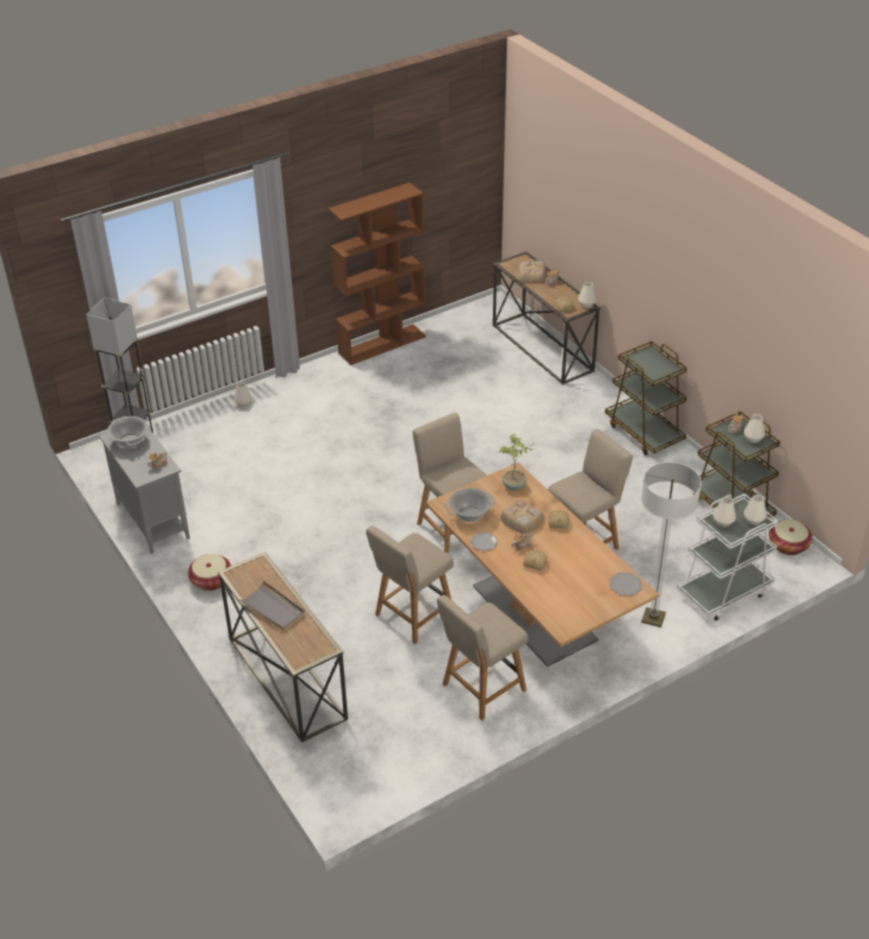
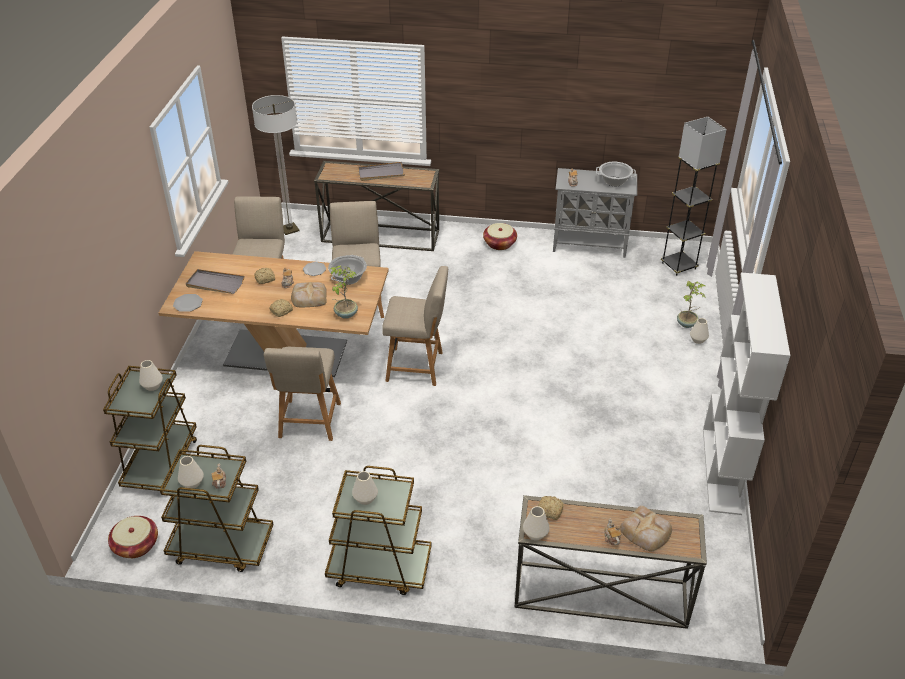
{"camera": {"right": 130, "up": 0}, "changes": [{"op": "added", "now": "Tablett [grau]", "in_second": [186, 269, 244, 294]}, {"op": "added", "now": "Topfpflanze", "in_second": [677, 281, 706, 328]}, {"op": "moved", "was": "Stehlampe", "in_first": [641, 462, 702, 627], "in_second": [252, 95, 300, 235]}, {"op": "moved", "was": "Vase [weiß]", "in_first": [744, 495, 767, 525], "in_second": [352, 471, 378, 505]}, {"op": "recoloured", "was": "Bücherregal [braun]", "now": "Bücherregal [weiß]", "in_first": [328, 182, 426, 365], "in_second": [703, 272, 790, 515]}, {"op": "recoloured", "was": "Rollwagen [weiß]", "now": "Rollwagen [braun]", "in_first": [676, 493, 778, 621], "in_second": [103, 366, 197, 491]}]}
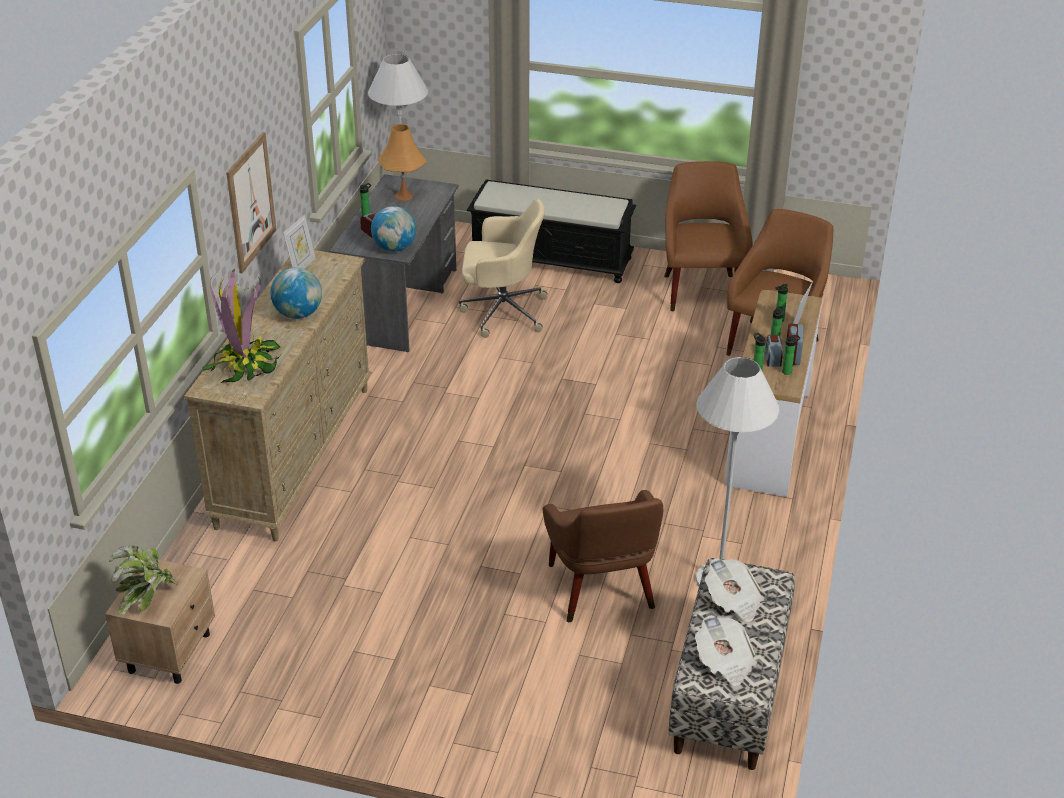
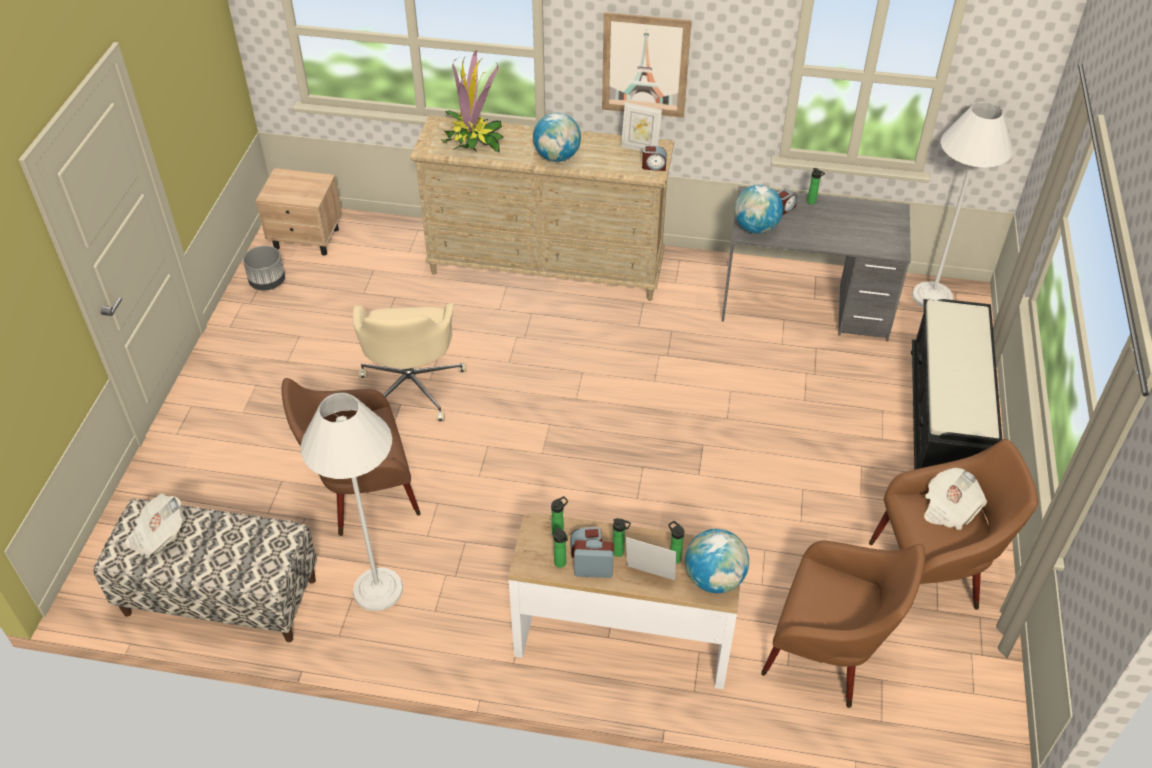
{"camera": {"right": 85, "up": 10}, "changes": [{"op": "removed", "was": "Topfpflanze", "in_first": [109, 545, 178, 614]}, {"op": "removed", "was": "Tischlampe [orange]", "in_first": [378, 124, 427, 201]}, {"op": "added", "now": "Pflanzkübel [grau]", "in_second": [243, 246, 285, 291]}, {"op": "added", "now": "Wecker", "in_second": [642, 145, 667, 171]}, {"op": "added", "now": "Globus", "in_second": [685, 529, 749, 593]}, {"op": "moved", "was": "Bürostuhl [beige]", "in_first": [459, 199, 547, 338], "in_second": [353, 303, 466, 421]}, {"op": "moved", "was": "Zeitung", "in_first": [705, 558, 764, 622], "in_second": [924, 468, 987, 530]}]}
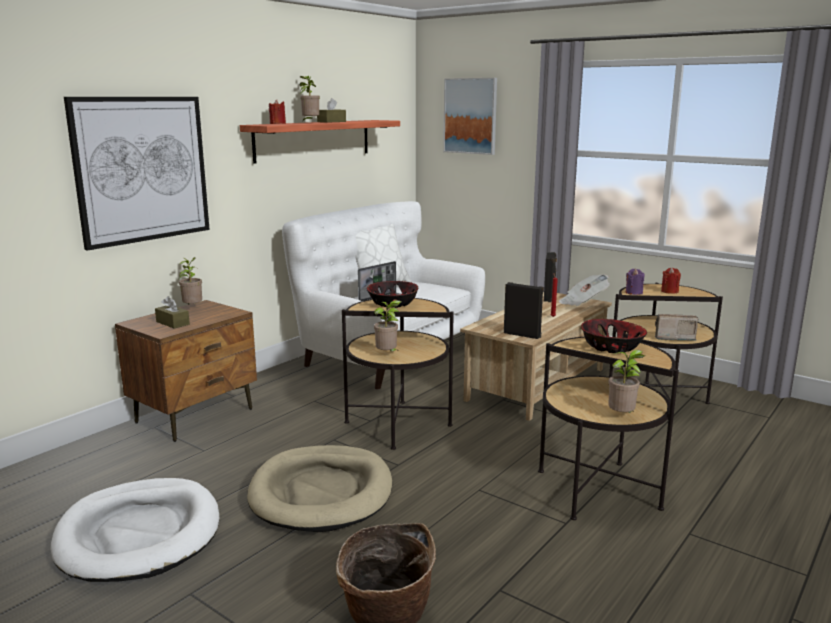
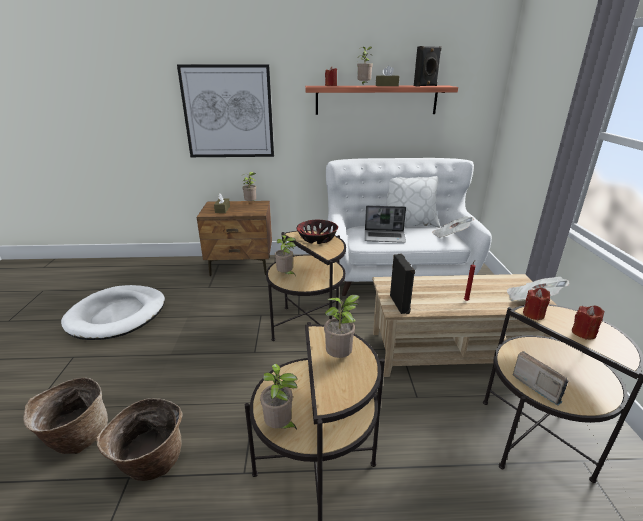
{"camera": {"right": 50, "up": 10}, "changes": [{"op": "removed", "was": "Hundebett [beige]", "in_first": [247, 445, 392, 532]}, {"op": "removed", "was": "Bild", "in_first": [443, 78, 497, 155]}, {"op": "added", "now": "Korb", "in_second": [97, 398, 183, 481]}, {"op": "added", "now": "Zeitung", "in_second": [432, 216, 474, 238]}, {"op": "moved", "was": "Lautsprecher [schwarz]", "in_first": [544, 252, 557, 302], "in_second": [414, 46, 442, 87]}, {"op": "replaced", "was": "Schüssel", "now": "Topfpflanze", "in_first": [581, 319, 647, 353], "in_second": [324, 295, 360, 358]}, {"op": "recoloured", "was": "Kerze [lila]", "now": "Kerze [rot]", "in_first": [626, 268, 644, 295], "in_second": [523, 288, 550, 320]}]}
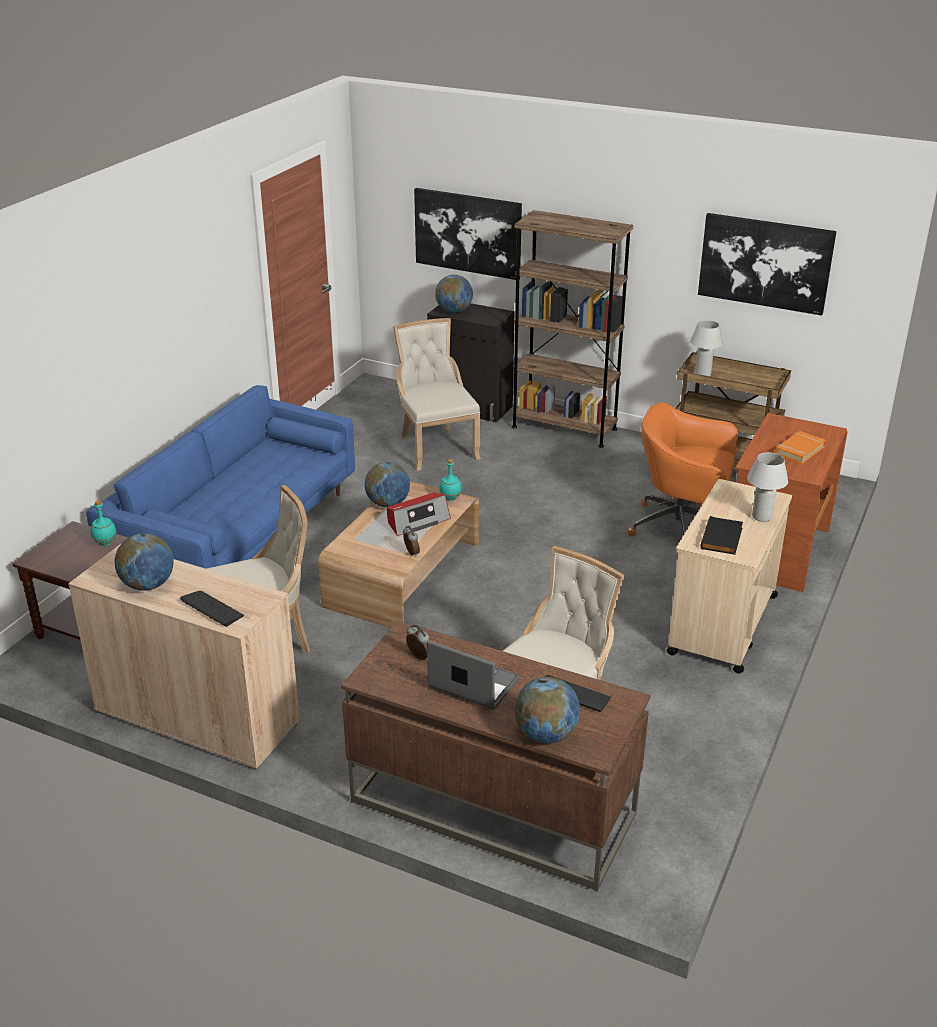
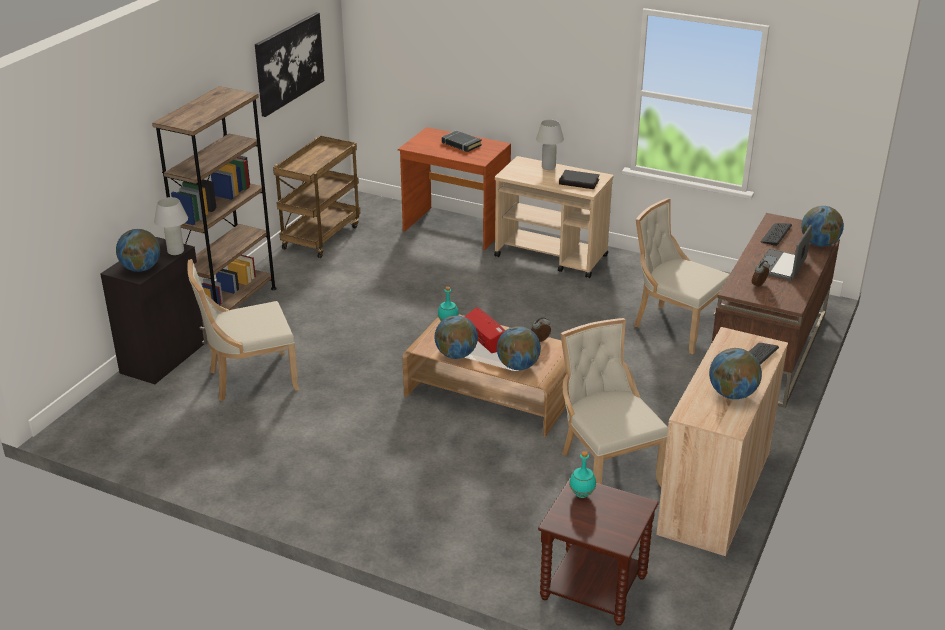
{"camera": {"right": -90, "up": 0}, "changes": [{"op": "removed", "was": "Sofa [blau]", "in_first": [86, 385, 355, 569]}, {"op": "removed", "was": "Bild", "in_first": [414, 188, 522, 280]}, {"op": "removed", "was": "Bürostuhl [orange]", "in_first": [628, 402, 738, 536]}, {"op": "added", "now": "Globus", "in_second": [497, 326, 541, 370]}, {"op": "moved", "was": "Tischlampe [weiß]", "in_first": [690, 320, 723, 376], "in_second": [154, 197, 188, 255]}, {"op": "recoloured", "was": "Buch [orange]", "now": "Buch [schwarz]", "in_first": [775, 431, 826, 464], "in_second": [442, 131, 482, 152]}]}
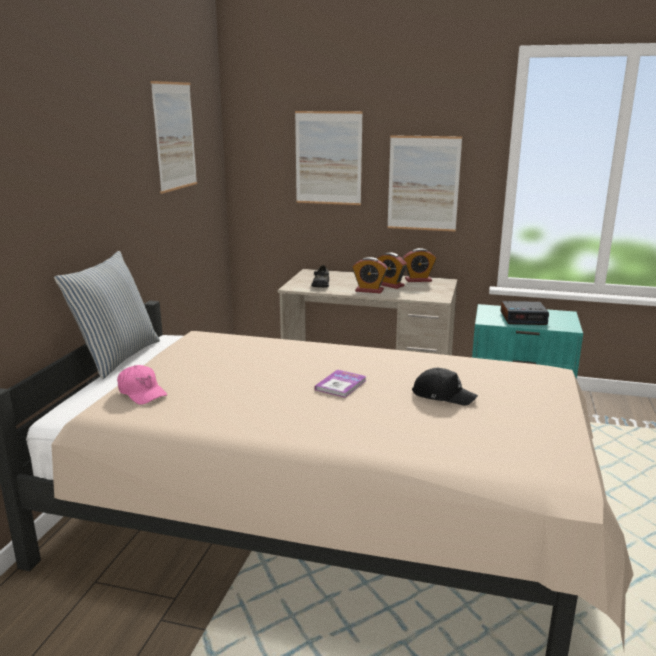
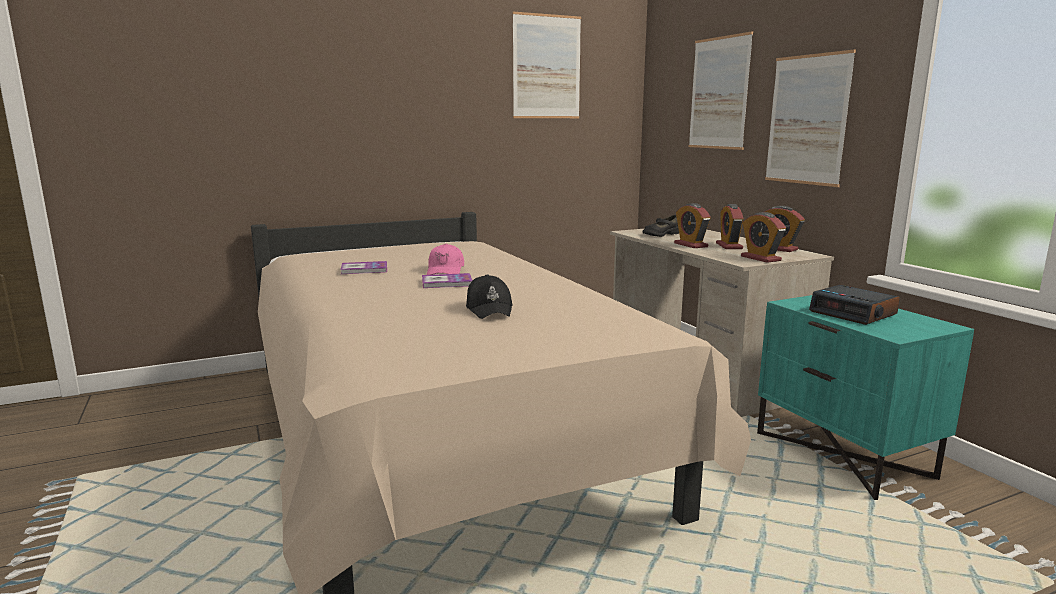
{"camera": {"right": 50, "up": -5}, "changes": [{"op": "removed", "was": "Kissen", "in_first": [54, 251, 160, 379]}, {"op": "added", "now": "Buch", "in_second": [340, 261, 387, 274]}, {"op": "added", "now": "Wecker", "in_second": [741, 212, 786, 263]}, {"op": "moved", "was": "Kappe [rosa]", "in_first": [117, 365, 167, 405], "in_second": [427, 244, 464, 275]}]}
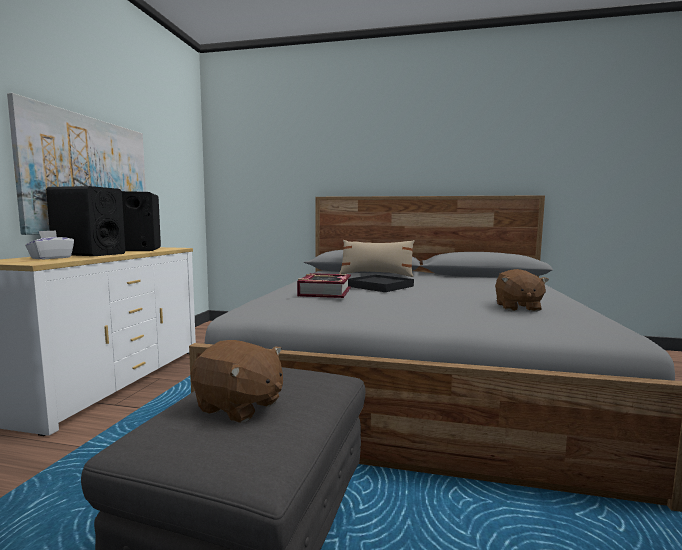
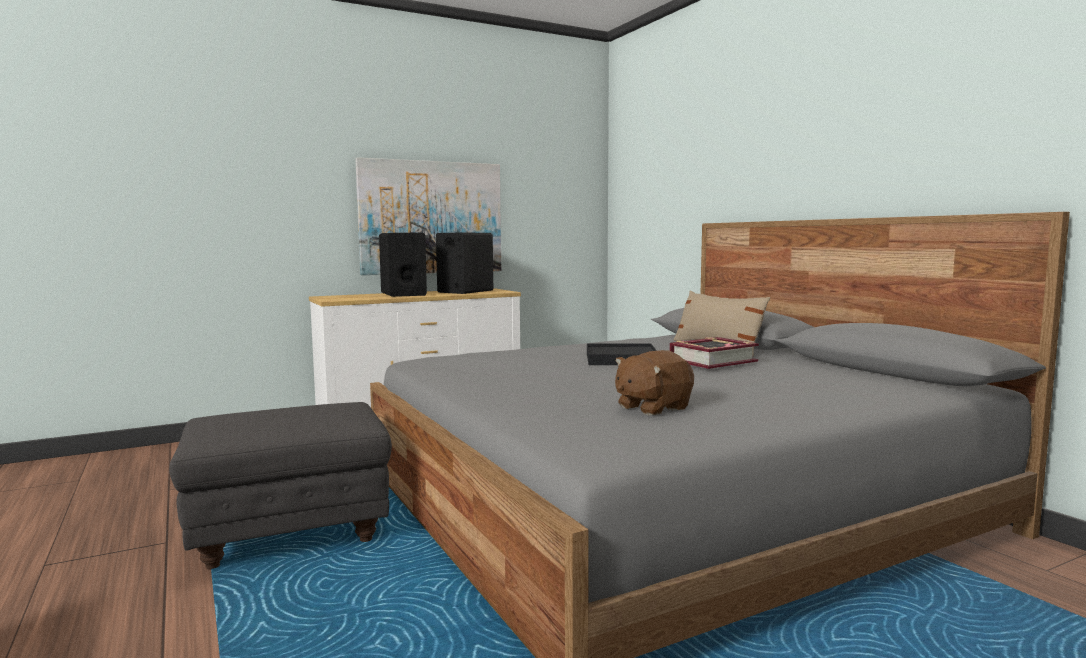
{"camera": {"right": 50, "up": 0}, "changes": [{"op": "removed", "was": "Taschentuchbox [weiß]", "in_first": [25, 230, 74, 259]}, {"op": "removed", "was": "Plüschtier [braun]", "in_first": [191, 340, 283, 423]}, {"op": "moved", "was": "Buch", "in_first": [297, 273, 351, 298], "in_second": [670, 337, 759, 369]}]}
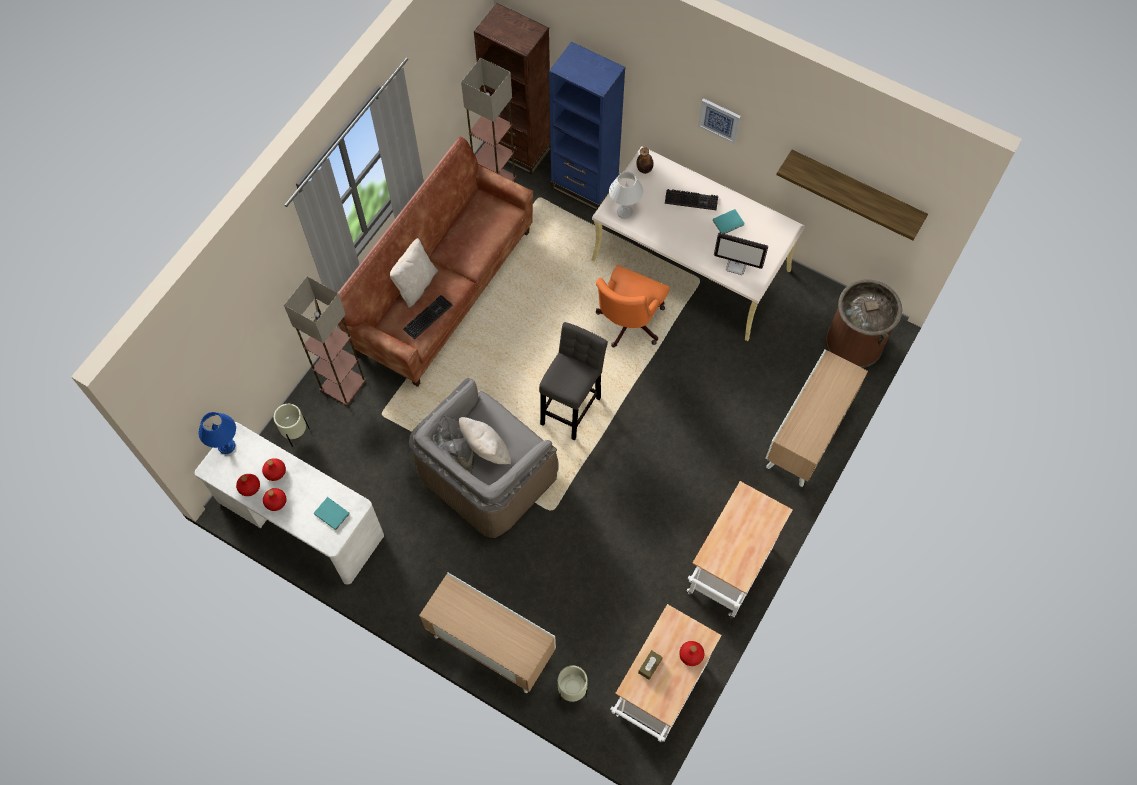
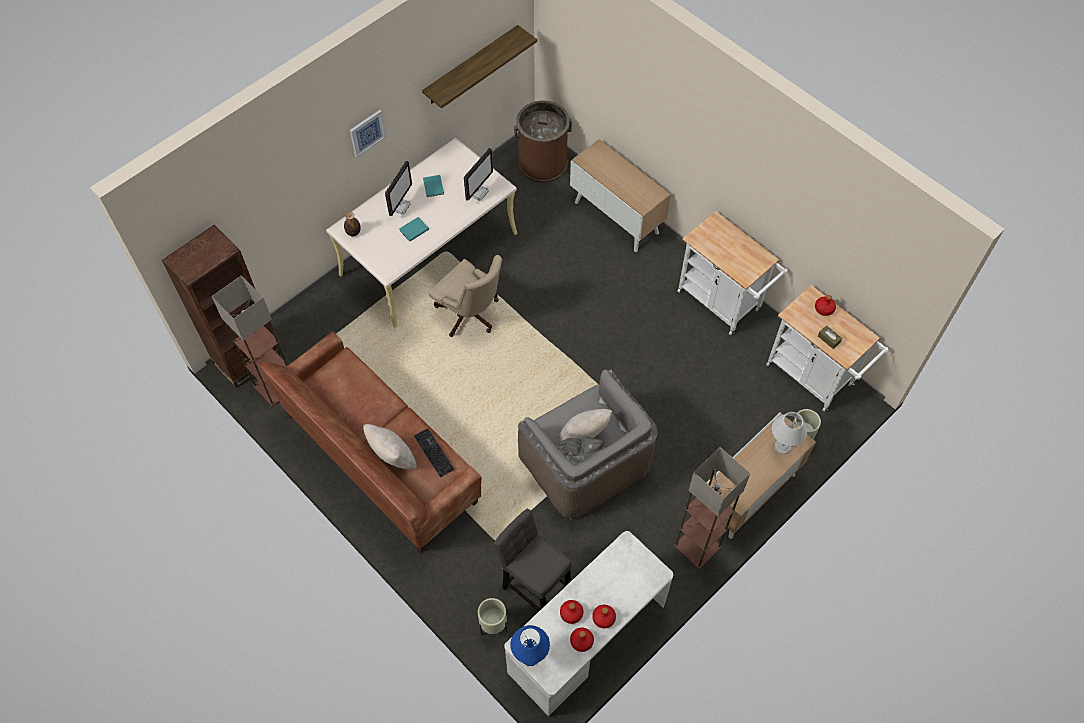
{"camera": {"right": -75, "up": -5}, "changes": [{"op": "removed", "was": "Bücherregal [blau]", "in_first": [549, 42, 626, 211]}, {"op": "moved", "was": "Stehlampe", "in_first": [284, 276, 366, 406], "in_second": [674, 447, 750, 569]}, {"op": "moved", "was": "Buch [türkis]", "in_first": [314, 497, 350, 530], "in_second": [399, 217, 429, 242]}, {"op": "moved", "was": "Hocker [grau]", "in_first": [539, 322, 608, 441], "in_second": [493, 509, 572, 611]}, {"op": "moved", "was": "Tischlampe [weiß]", "in_first": [609, 172, 643, 219], "in_second": [772, 412, 807, 454]}, {"op": "replaced", "was": "Tastatur", "now": "Monitor", "in_first": [665, 189, 718, 210], "in_second": [385, 161, 412, 216]}, {"op": "recoloured", "was": "Bürostuhl [orange]", "now": "Bürostuhl [beige]", "in_first": [596, 265, 670, 347], "in_second": [428, 255, 502, 337]}]}
